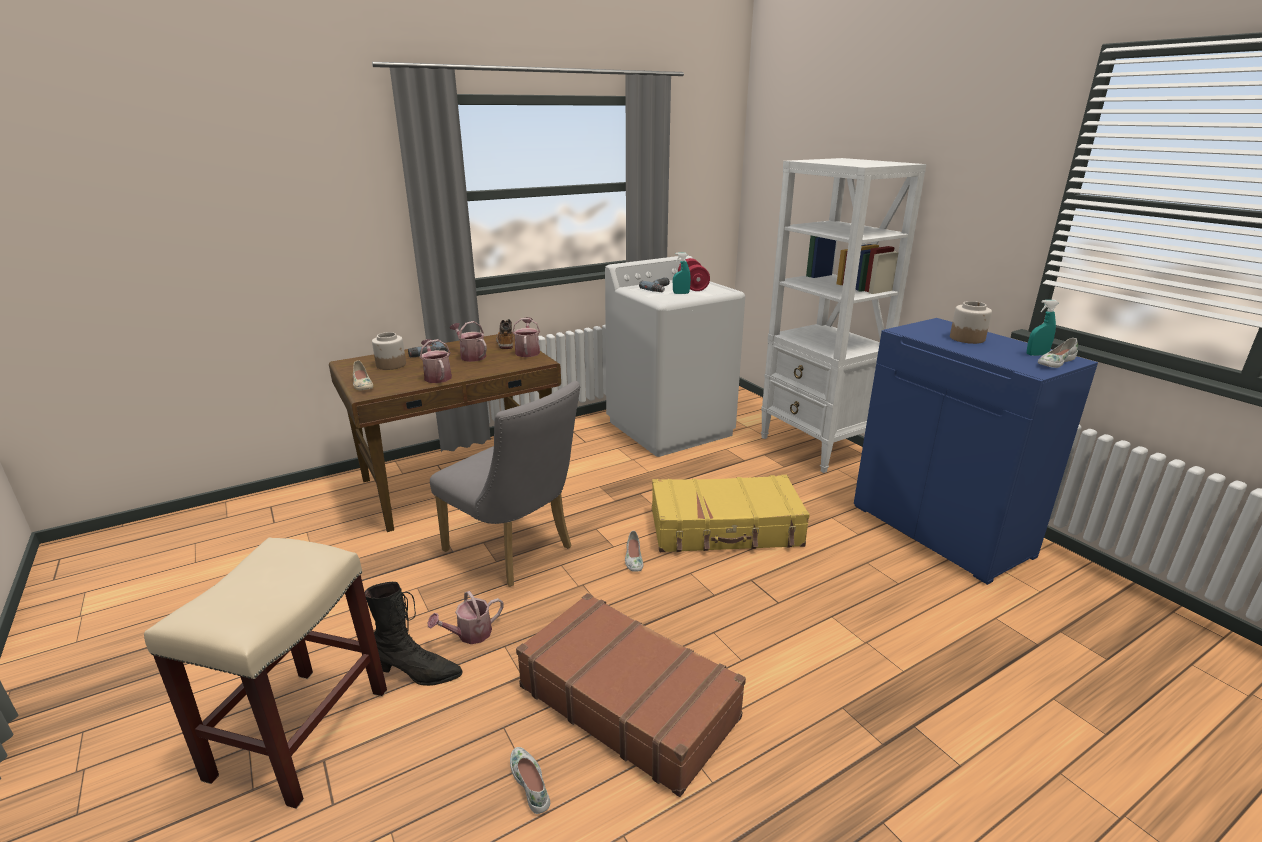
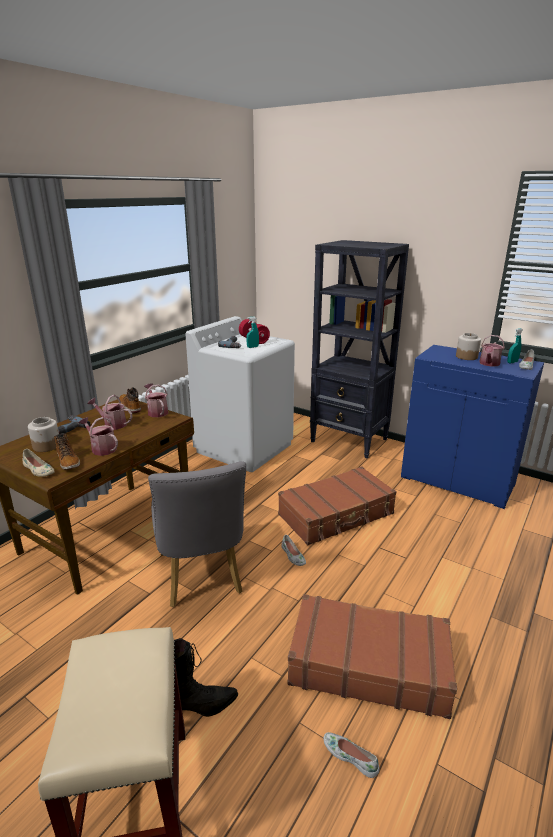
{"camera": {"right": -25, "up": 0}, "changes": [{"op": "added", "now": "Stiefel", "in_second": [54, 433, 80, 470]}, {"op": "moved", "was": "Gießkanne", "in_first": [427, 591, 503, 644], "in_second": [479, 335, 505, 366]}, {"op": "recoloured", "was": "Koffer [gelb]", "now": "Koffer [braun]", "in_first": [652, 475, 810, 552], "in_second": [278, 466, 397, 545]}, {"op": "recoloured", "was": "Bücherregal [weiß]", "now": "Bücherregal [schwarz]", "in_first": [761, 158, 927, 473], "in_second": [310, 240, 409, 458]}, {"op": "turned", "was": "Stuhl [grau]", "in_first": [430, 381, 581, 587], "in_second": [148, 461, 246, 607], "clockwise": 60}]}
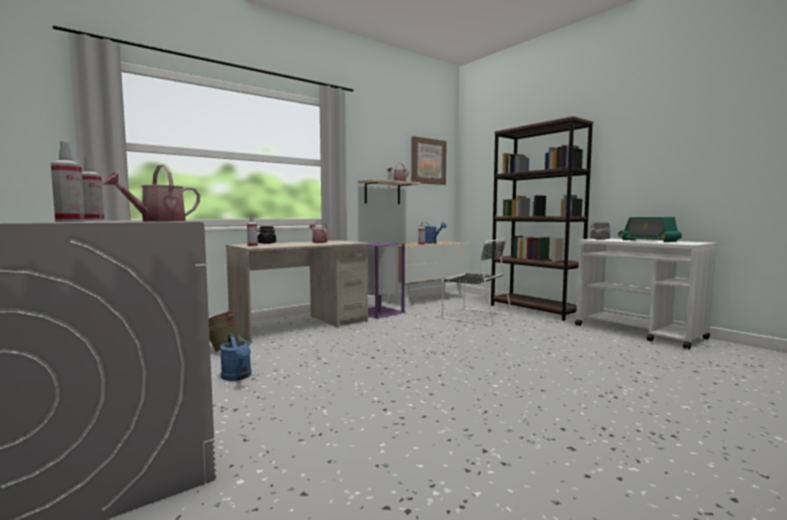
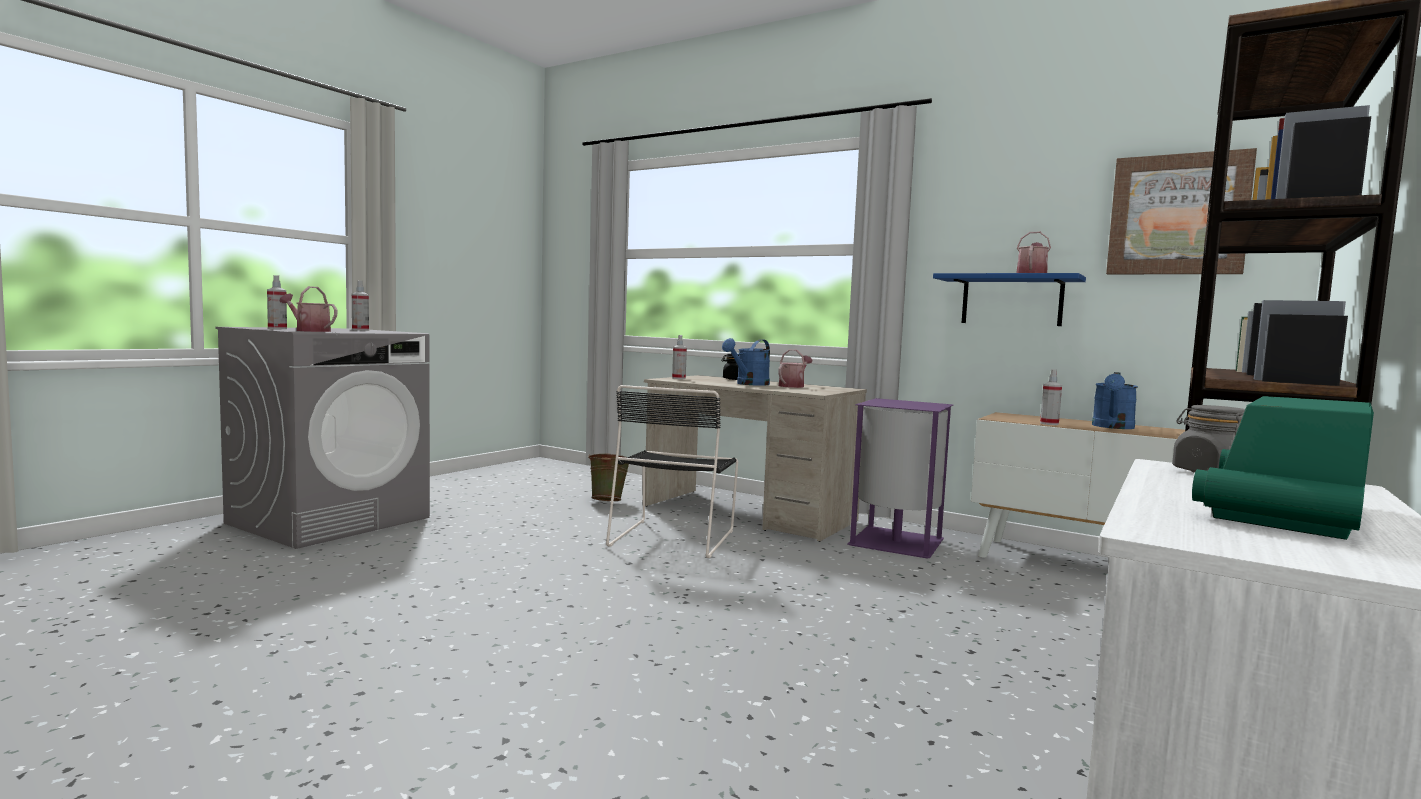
{"camera": {"right": 70, "up": 0}, "changes": [{"op": "moved", "was": "Gießkanne [blau]", "in_first": [220, 333, 252, 381], "in_second": [722, 338, 770, 386]}, {"op": "moved", "was": "Stuhl [schwarz]", "in_first": [442, 238, 512, 326], "in_second": [606, 385, 738, 558]}, {"op": "recoloured", "was": "Wandregal [beige]", "now": "Wandregal [blau]", "in_first": [358, 179, 421, 204], "in_second": [933, 273, 1086, 326]}]}
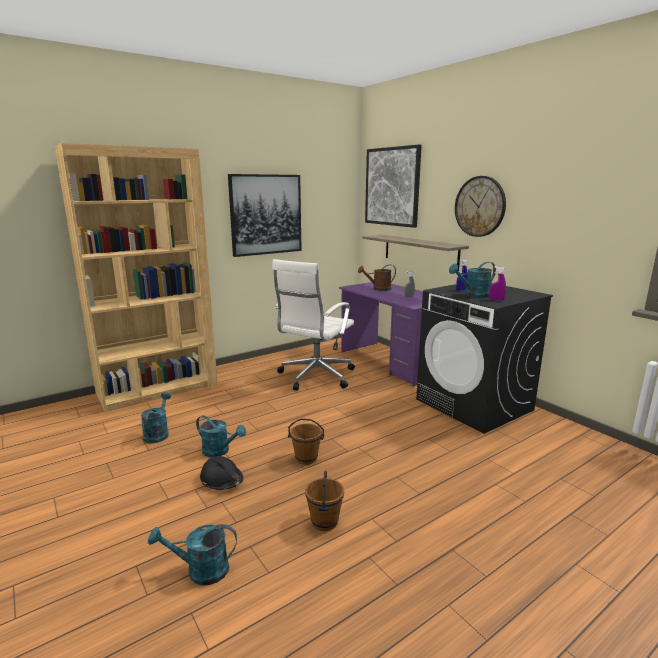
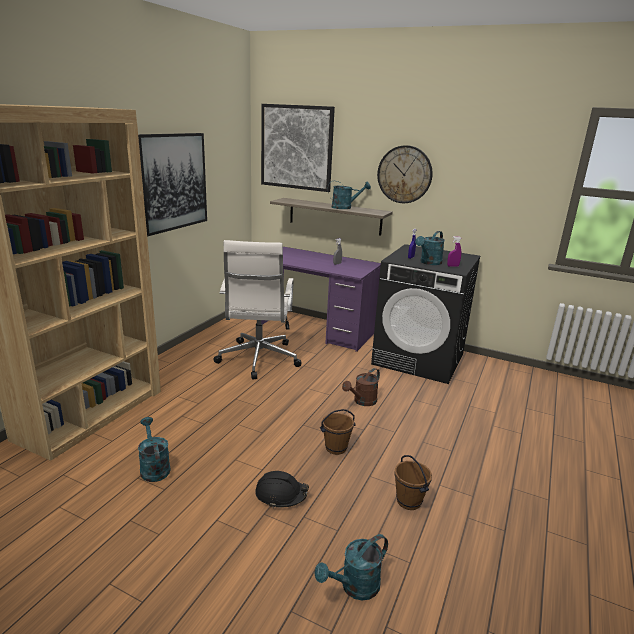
{"camera": {"right": -30, "up": 5}, "changes": [{"op": "moved", "was": "Gießkanne [türkis]", "in_first": [196, 415, 246, 457], "in_second": [328, 181, 371, 209]}, {"op": "moved", "was": "Gießkanne [braun]", "in_first": [358, 265, 396, 291], "in_second": [342, 368, 380, 406]}]}
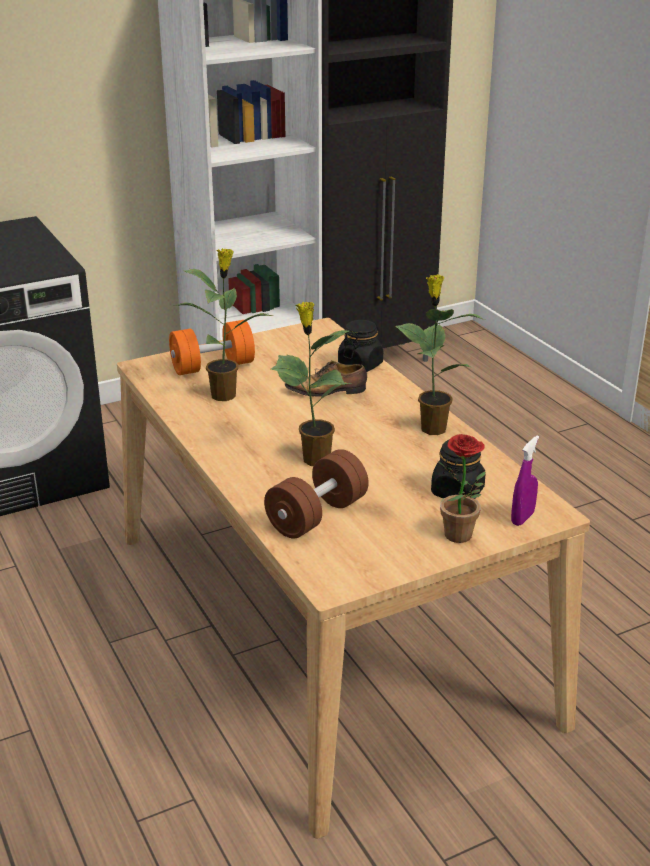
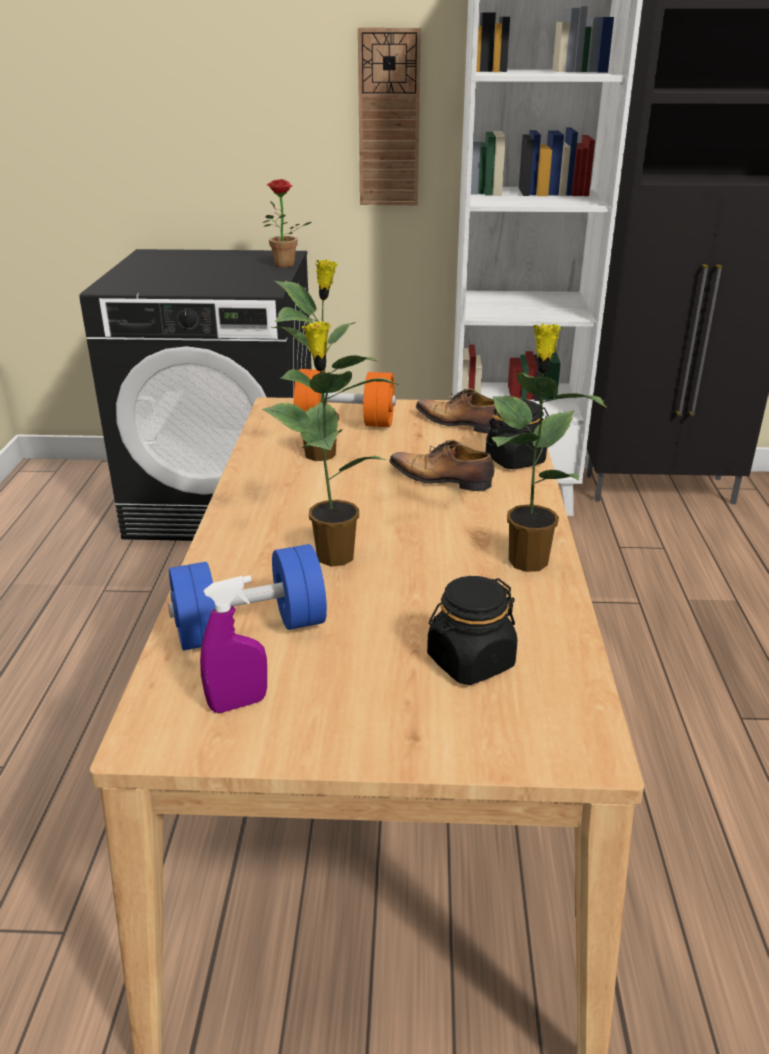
{"camera": {"right": 30, "up": 0}, "changes": [{"op": "added", "now": "Wanduhr", "in_second": [358, 28, 421, 205]}, {"op": "added", "now": "Schuh", "in_second": [416, 388, 496, 434]}, {"op": "moved", "was": "Topfpflanze", "in_first": [438, 434, 486, 543], "in_second": [263, 179, 311, 267]}, {"op": "moved", "was": "Sprühflasche [lila]", "in_first": [511, 435, 539, 526], "in_second": [200, 575, 267, 713]}, {"op": "recoloured", "was": "Hantel [braun]", "now": "Hantel [blau]", "in_first": [264, 449, 369, 539], "in_second": [168, 544, 327, 651]}]}
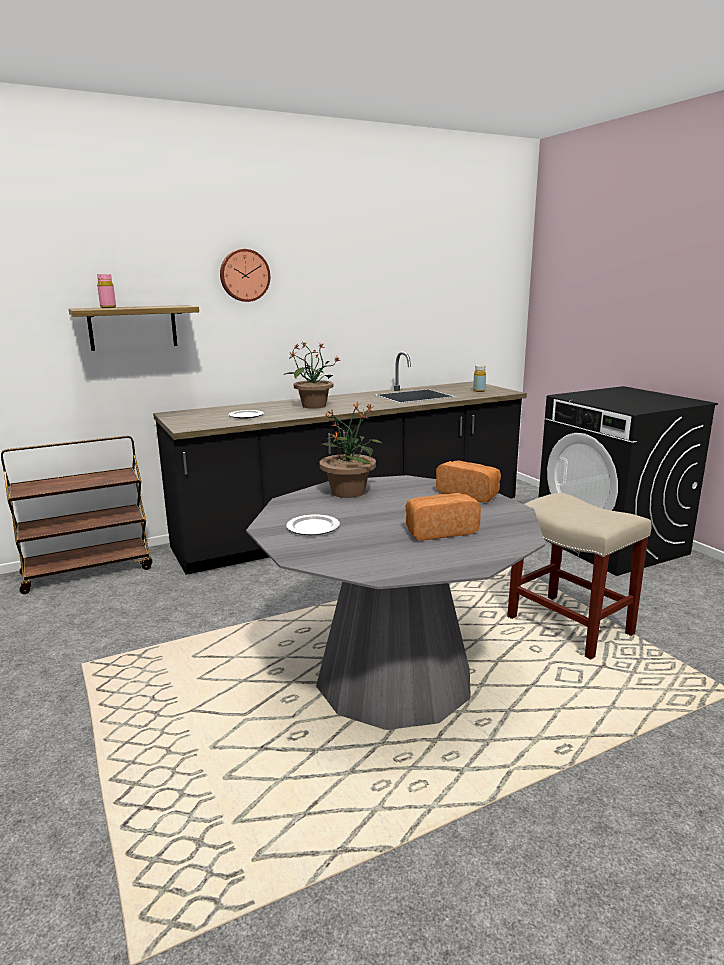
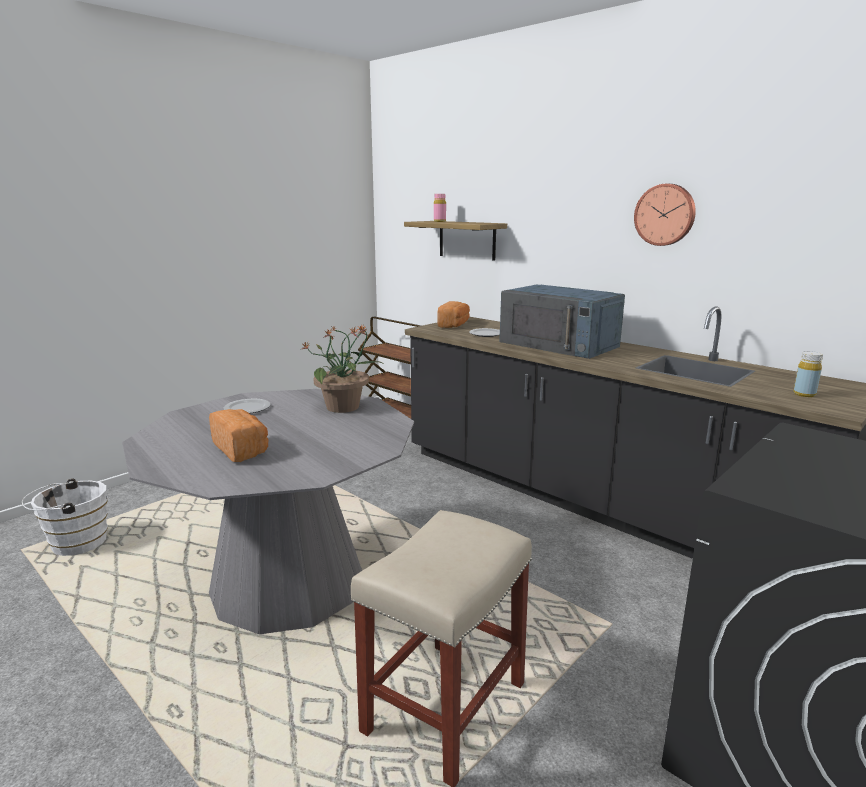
{"camera": {"right": 70, "up": 0}, "changes": [{"op": "added", "now": "Eimer [weiß]", "in_second": [22, 479, 108, 556]}, {"op": "moved", "was": "Wanduhr", "in_first": [220, 249, 270, 302], "in_second": [634, 184, 696, 246]}, {"op": "moved", "was": "Brot", "in_first": [436, 461, 501, 502], "in_second": [437, 301, 470, 328]}, {"op": "replaced", "was": "Topfpflanze", "now": "Mikrowelle [blau]", "in_first": [283, 341, 340, 409], "in_second": [499, 285, 625, 359]}]}
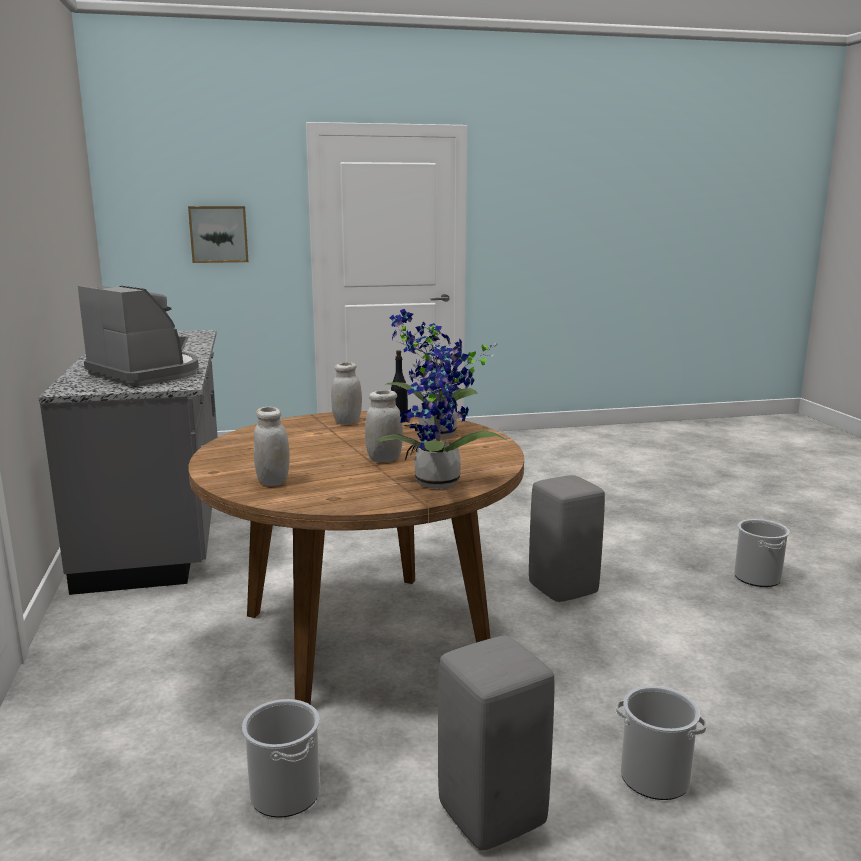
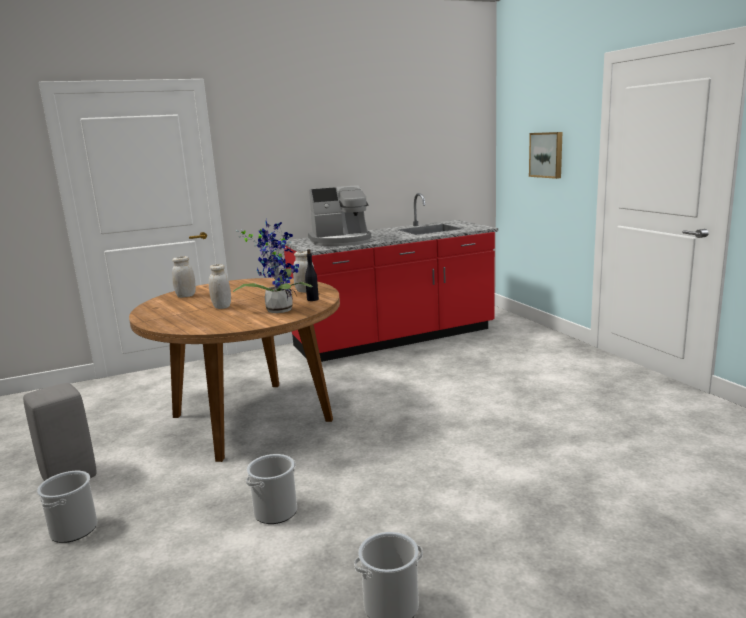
{"camera": {"right": 80, "up": 0}, "changes": [{"op": "removed", "was": "Topfpflanze", "in_first": [376, 338, 508, 488]}, {"op": "removed", "was": "Hocker [grau]", "in_first": [529, 475, 605, 602]}, {"op": "moved", "was": "Eimer", "in_first": [242, 699, 320, 818], "in_second": [246, 454, 297, 524]}, {"op": "recoloured", "was": "Küchenzeile [grau]", "now": "Küchenzeile [rot]", "in_first": [38, 330, 218, 595], "in_second": [284, 193, 498, 362]}, {"op": "turned", "was": "Kaffeemaschine", "in_first": [78, 285, 199, 386], "in_second": [308, 185, 371, 246], "clockwise": 45}]}
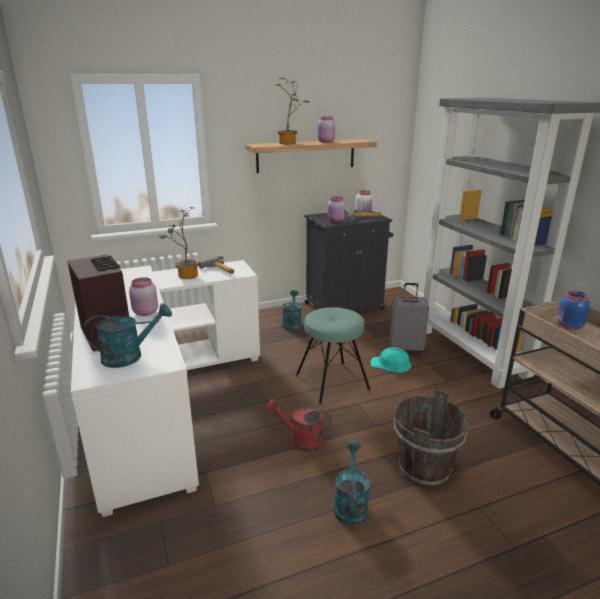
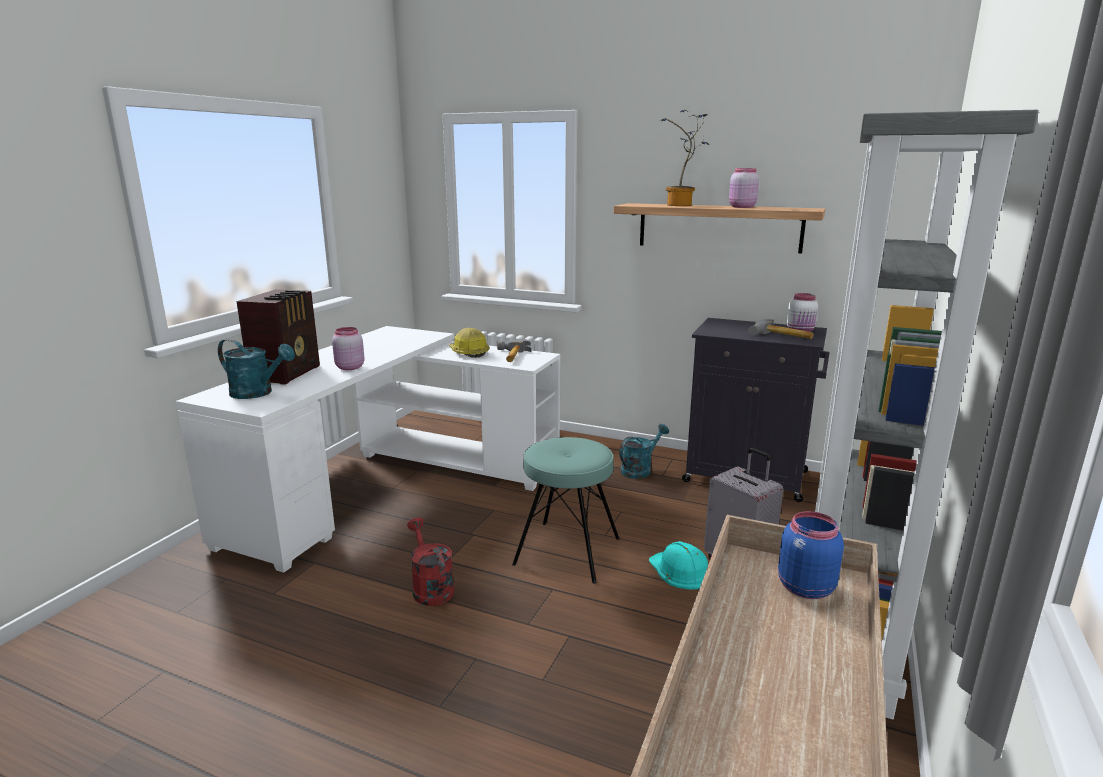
{"camera": {"right": 45, "up": -5}, "changes": [{"op": "removed", "was": "Vorratsglas [rosa]", "in_first": [328, 197, 345, 222]}, {"op": "removed", "was": "Gießkanne [türkis]", "in_first": [334, 441, 370, 526]}, {"op": "removed", "was": "Eimer [braun]", "in_first": [394, 390, 469, 487]}, {"op": "replaced", "was": "Topfpflanze", "now": "Schutzhelm", "in_first": [158, 207, 199, 279], "in_second": [449, 328, 490, 358]}]}
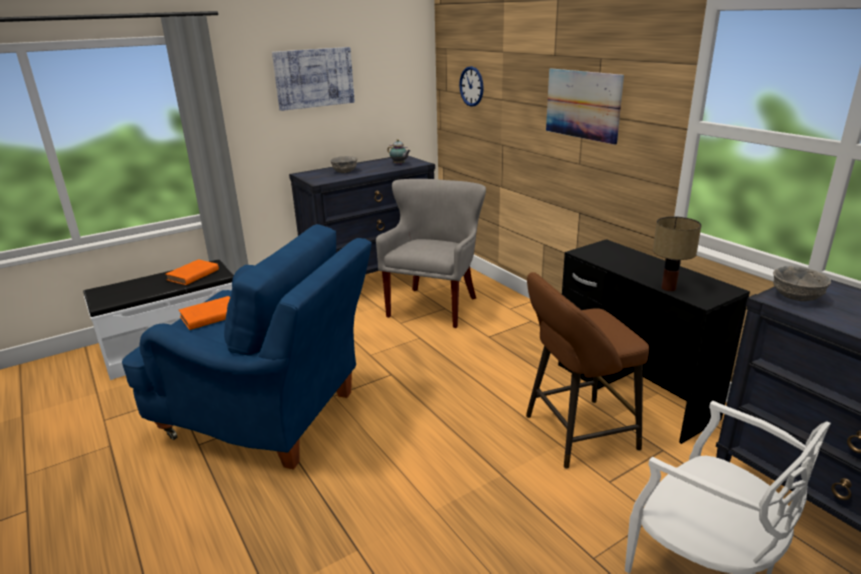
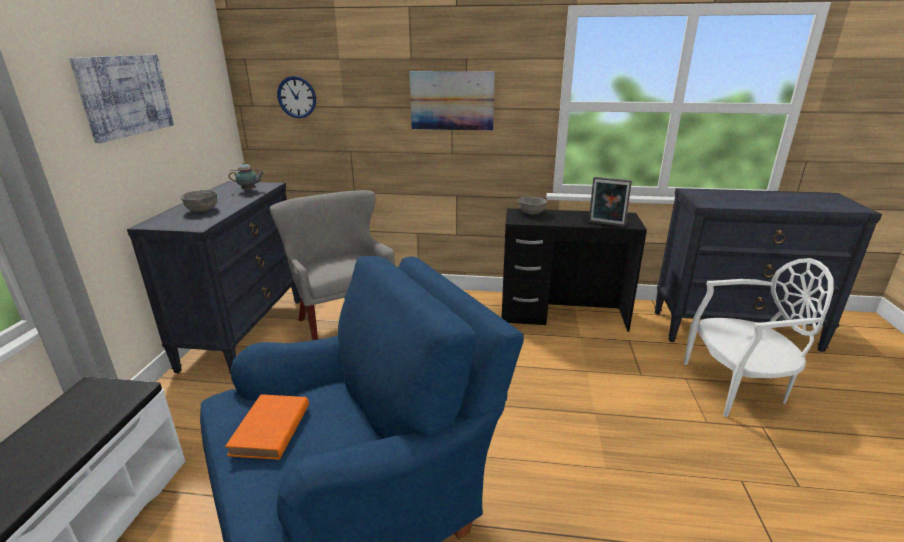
{"camera": {"right": -50, "up": 0}, "changes": [{"op": "removed", "was": "Buch [orange]", "in_first": [165, 259, 219, 285]}, {"op": "removed", "was": "Hocker [braun]", "in_first": [526, 272, 649, 469]}, {"op": "moved", "was": "Schüssel [grau]", "in_first": [773, 266, 831, 301], "in_second": [518, 196, 547, 214]}, {"op": "replaced", "was": "Tischlampe", "now": "Bilderrahmen", "in_first": [653, 216, 702, 291], "in_second": [589, 177, 632, 227]}]}
